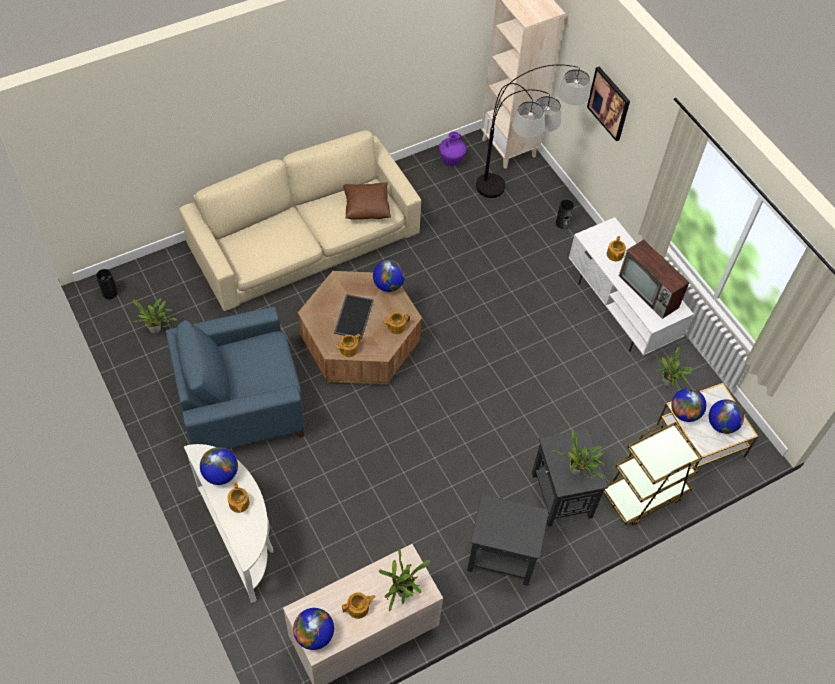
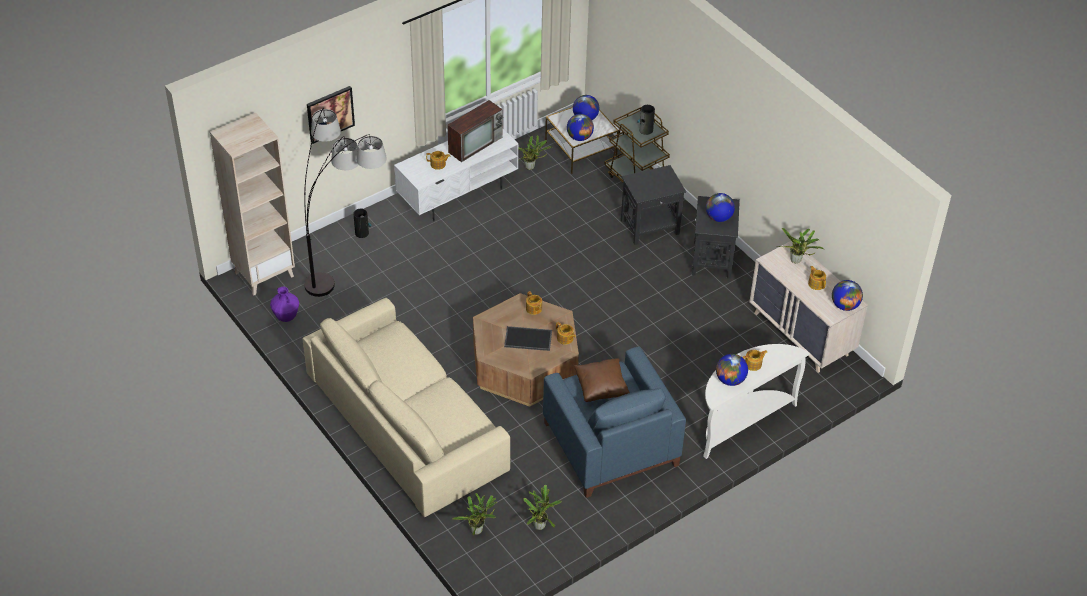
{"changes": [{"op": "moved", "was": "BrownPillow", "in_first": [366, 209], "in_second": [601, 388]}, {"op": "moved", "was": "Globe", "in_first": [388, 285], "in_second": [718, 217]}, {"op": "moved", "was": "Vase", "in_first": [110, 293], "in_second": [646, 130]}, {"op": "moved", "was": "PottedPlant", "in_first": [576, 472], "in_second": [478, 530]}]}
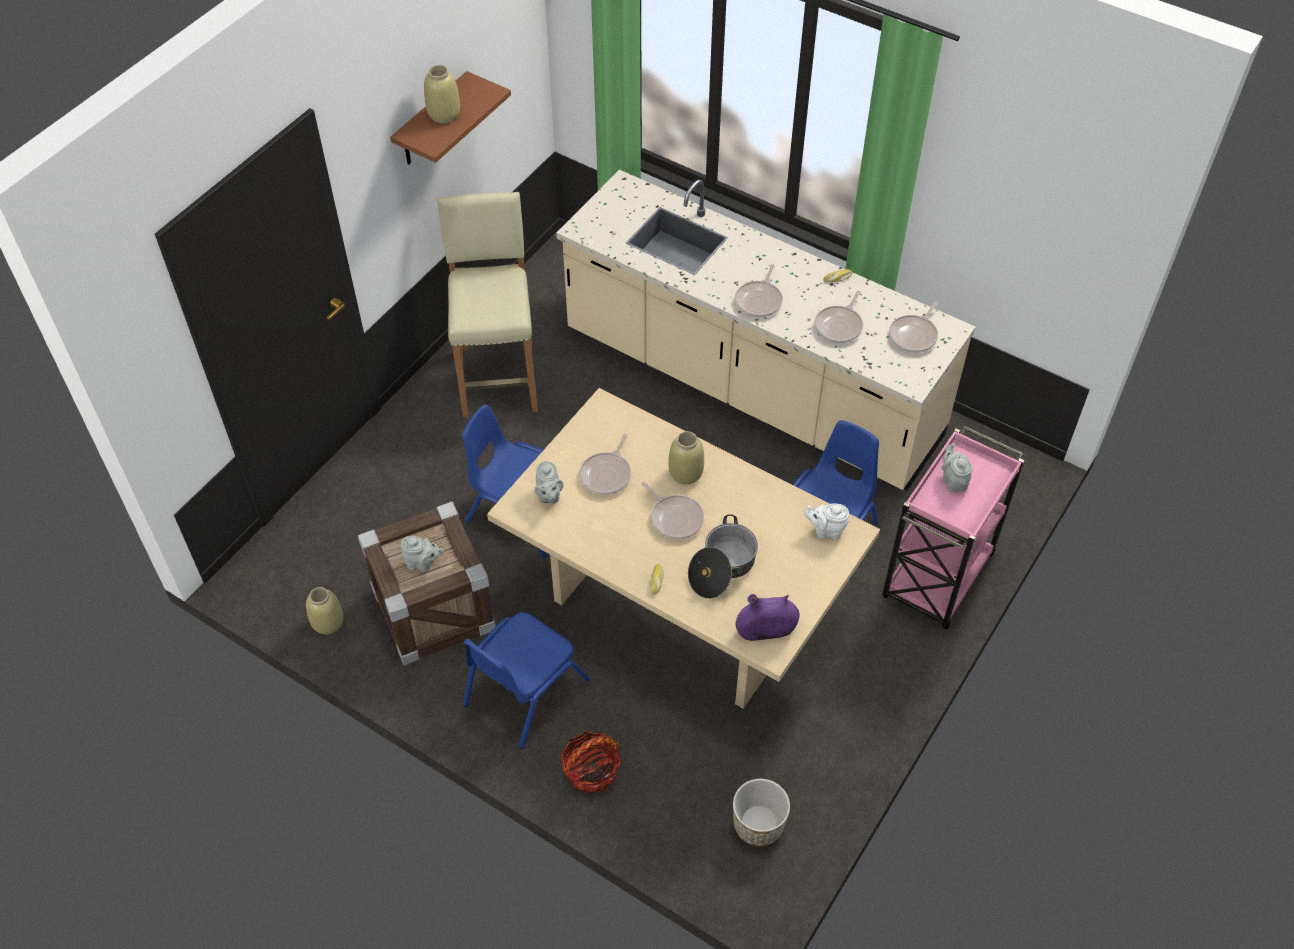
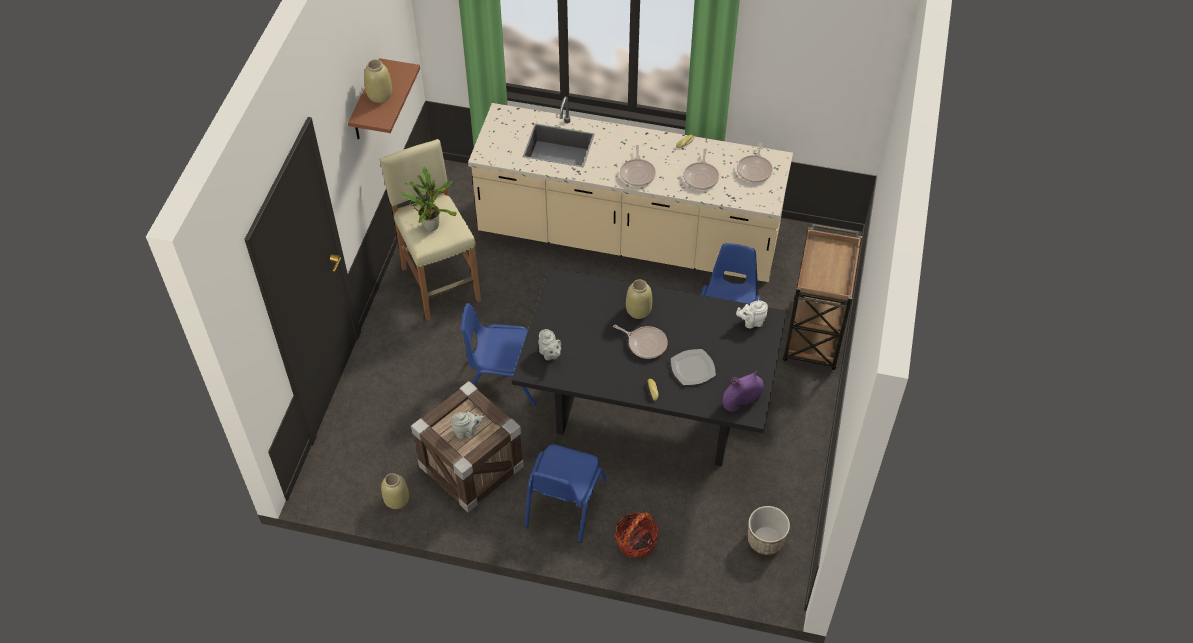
{"changes": [{"op": "recoloured", "was": "BeigeDiningTable", "now": "BlackDiningTable", "in_first": [681, 608], "in_second": [649, 411]}, {"op": "recoloured", "was": "PinkCart", "now": "BrownCart", "in_first": [937, 578], "in_second": [814, 337]}, {"op": "removed", "was": "FryingPan", "in_first": [607, 474]}, {"op": "removed", "was": "GreyTeapot", "in_first": [953, 481]}, {"op": "replaced", "was": "CookingPot", "now": "Plate", "in_first": [722, 568], "in_second": [693, 368]}, {"op": "added", "now": "PottedPlant", "in_second": [431, 224]}]}
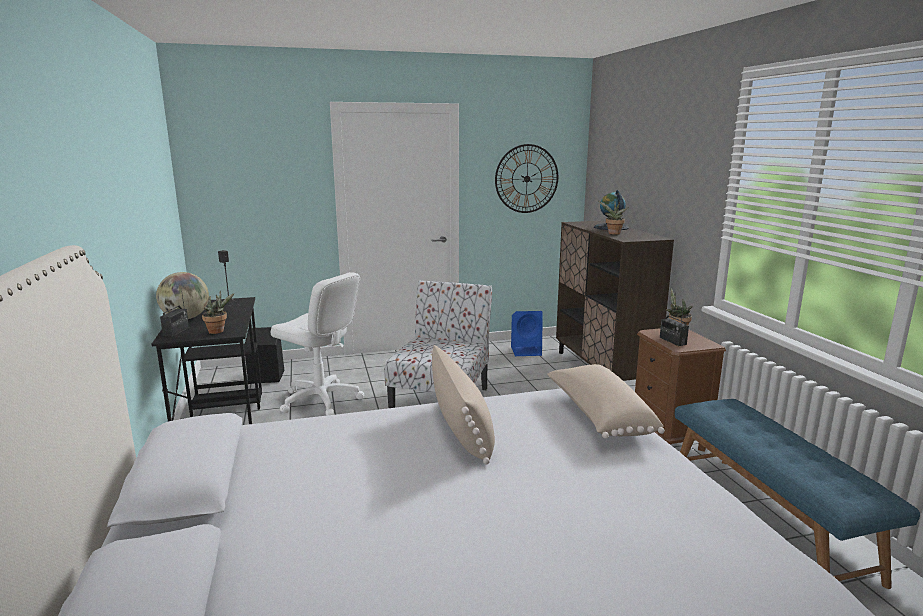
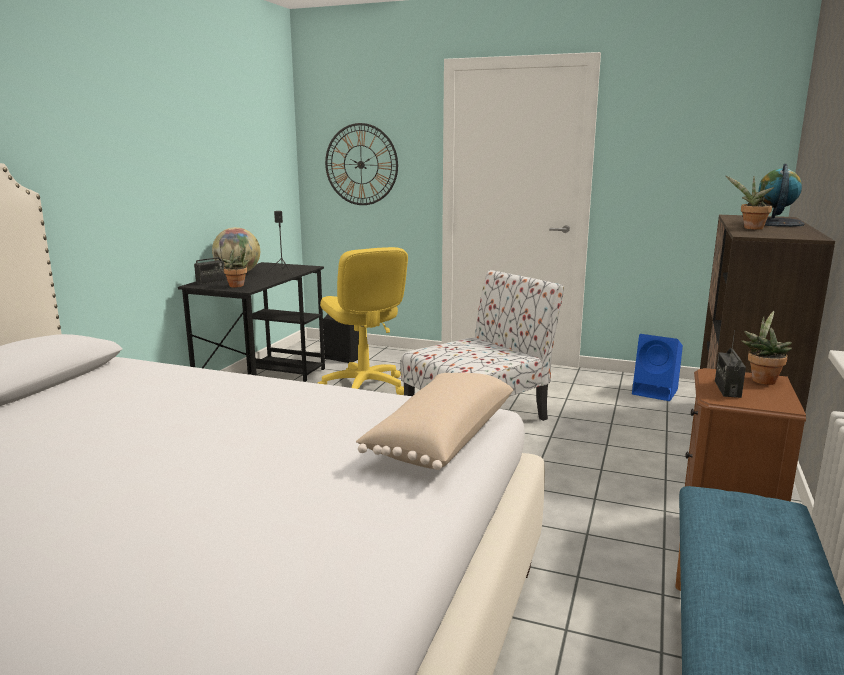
{"changes": [{"op": "moved", "was": "WallClock", "in_first": [526, 179], "in_second": [361, 164]}, {"op": "recoloured", "was": "WhiteOfficeChair", "now": "YellowOfficeChair", "in_first": [320, 400], "in_second": [364, 387]}, {"op": "removed", "was": "BeigePillow", "in_first": [461, 427]}]}
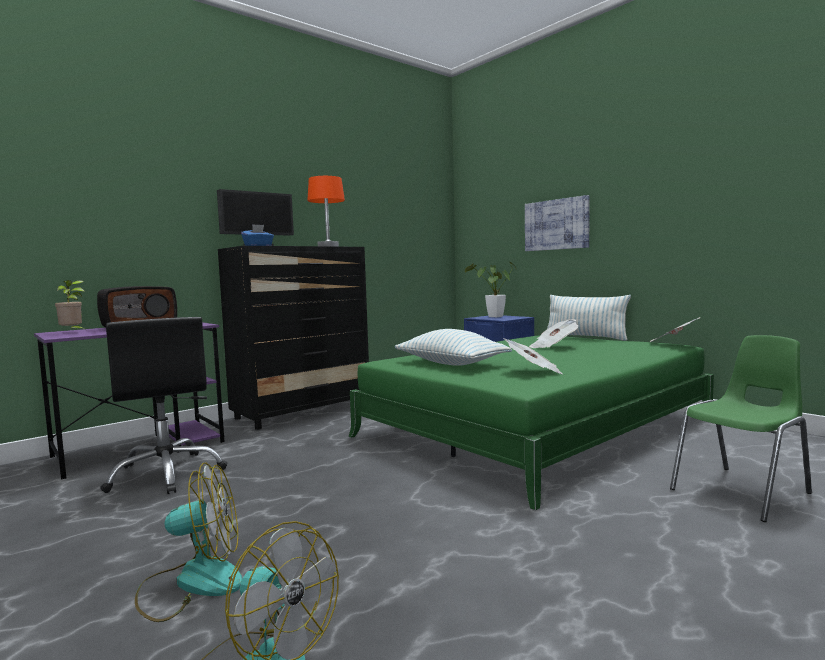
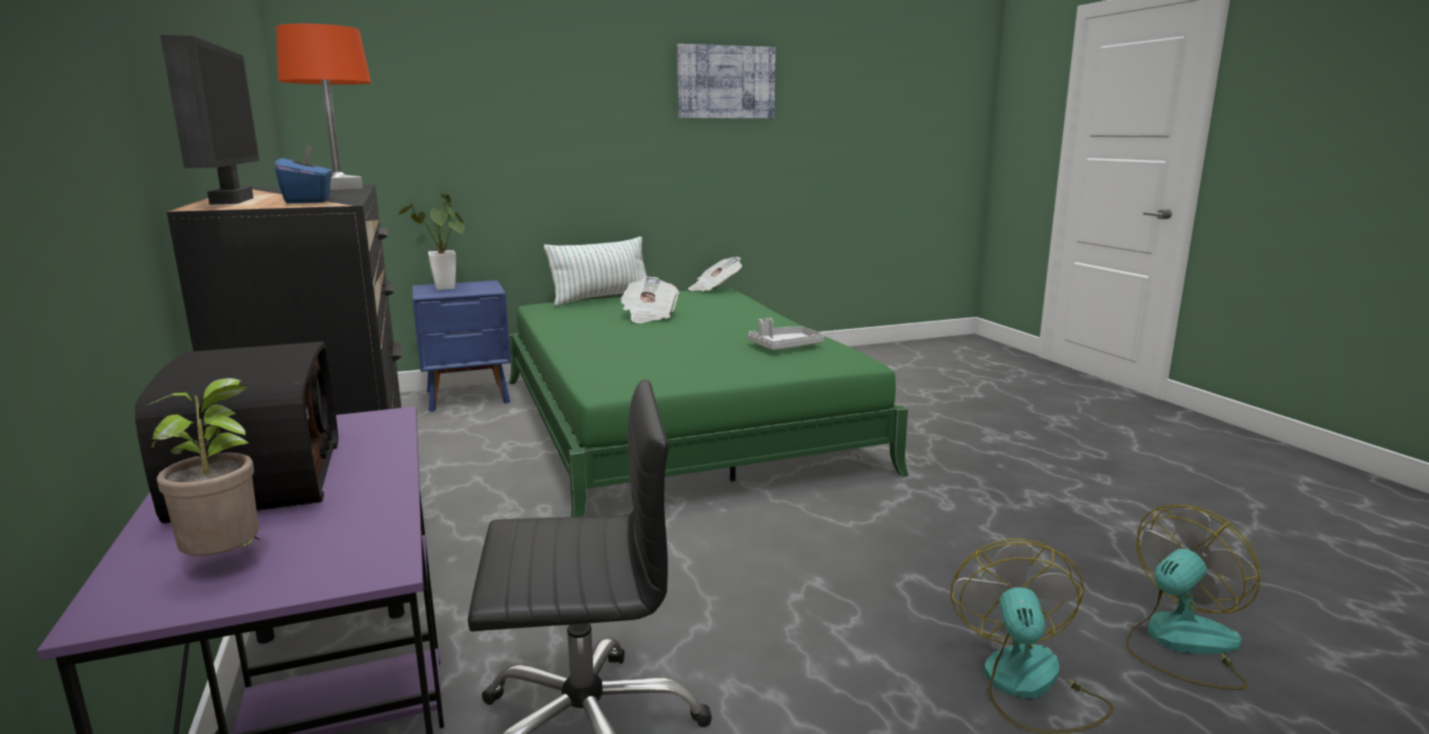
{"changes": [{"op": "moved", "was": "Picture", "in_first": [556, 224], "in_second": [726, 82]}, {"op": "removed", "was": "Pillow", "in_first": [451, 364]}, {"op": "removed", "was": "GreenChair", "in_first": [743, 492]}, {"op": "replaced", "was": "Newspaper", "now": "GreyTray", "in_first": [534, 372], "in_second": [784, 347]}]}
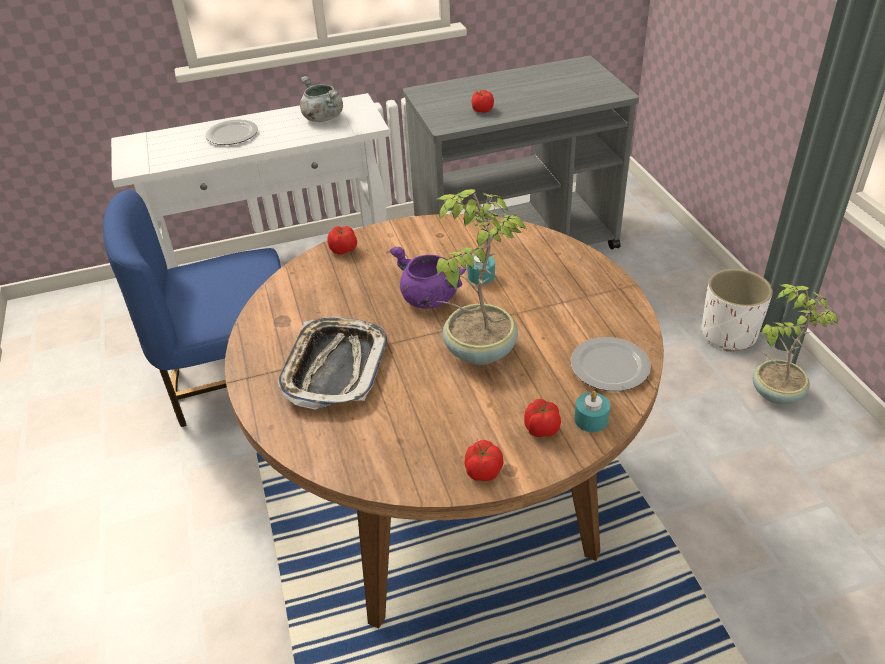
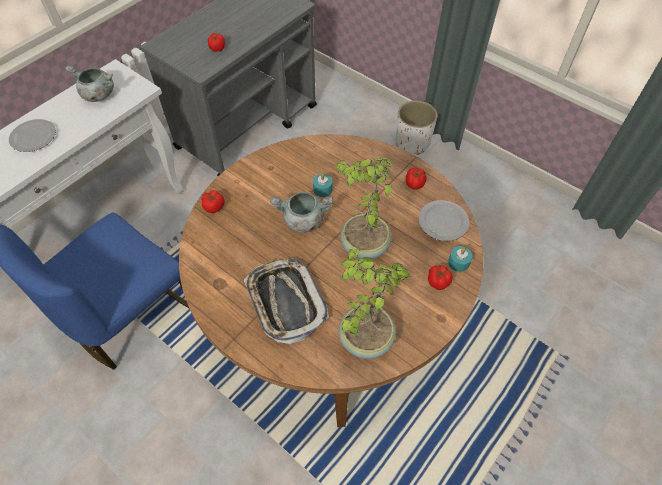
{"changes": [{"op": "recoloured", "was": "PurpleCookingPot", "now": "GreyCookingPot", "in_first": [428, 298], "in_second": [303, 221]}, {"op": "moved", "was": "PottedPlant", "in_first": [775, 393], "in_second": [364, 338]}, {"op": "moved", "was": "Tomato", "in_first": [482, 471], "in_second": [414, 184]}]}
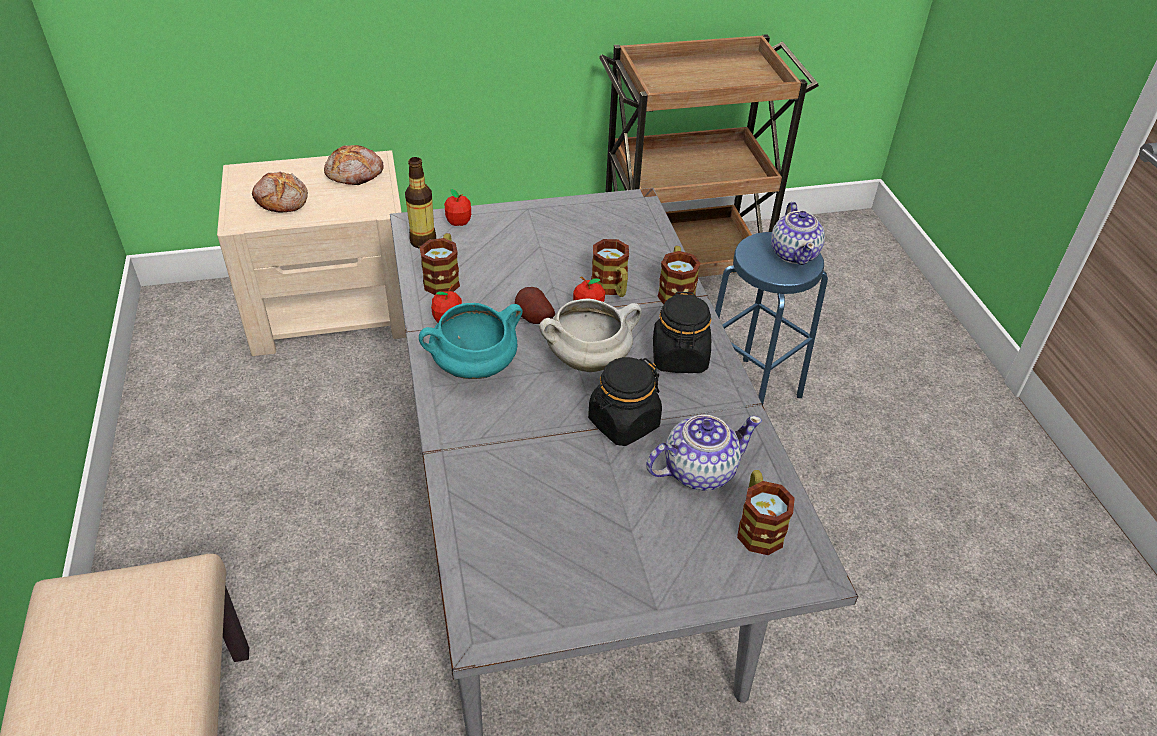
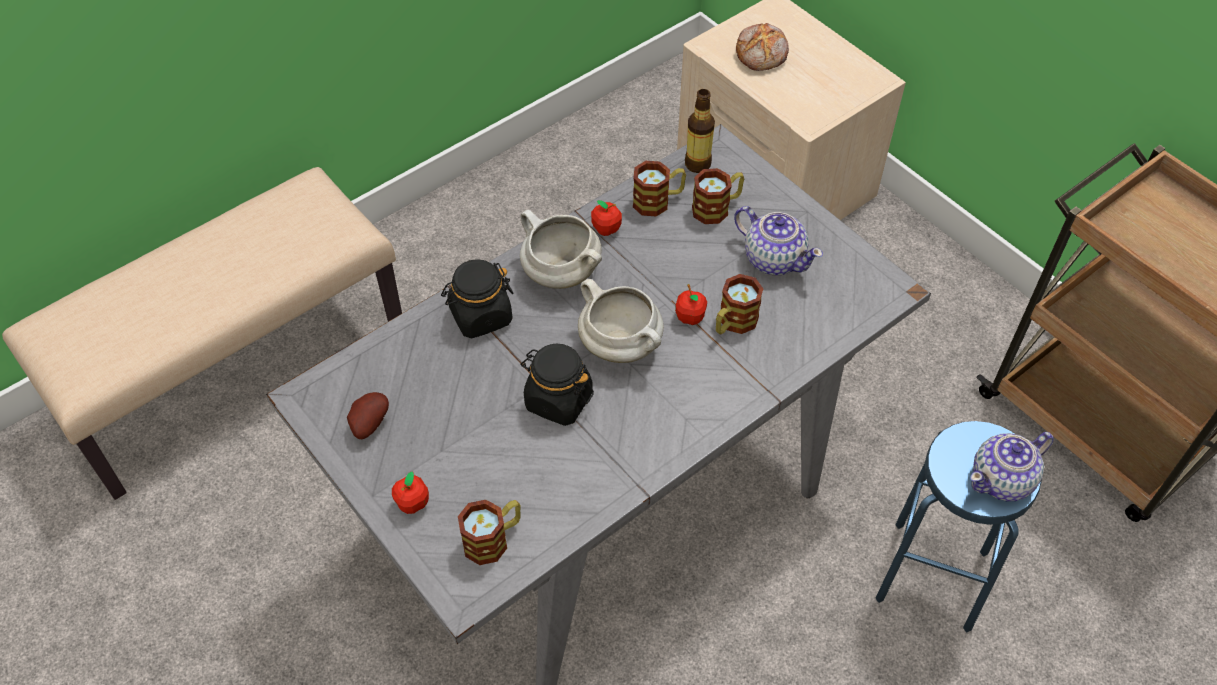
{"changes": [{"op": "removed", "was": "Bread", "in_first": [355, 173]}, {"op": "moved", "was": "Apple", "in_first": [458, 222], "in_second": [413, 503]}, {"op": "moved", "was": "Mug", "in_first": [675, 291], "in_second": [717, 208]}, {"op": "moved", "was": "Potato", "in_first": [532, 319], "in_second": [368, 423]}, {"op": "moved", "was": "BlackJar", "in_first": [679, 357], "in_second": [480, 316]}, {"op": "recoloured", "was": "TurquoiseCookingPot", "now": "WhiteCookingPot", "in_first": [473, 368], "in_second": [560, 272]}, {"op": "moved", "was": "Teapot", "in_first": [698, 470], "in_second": [773, 258]}]}
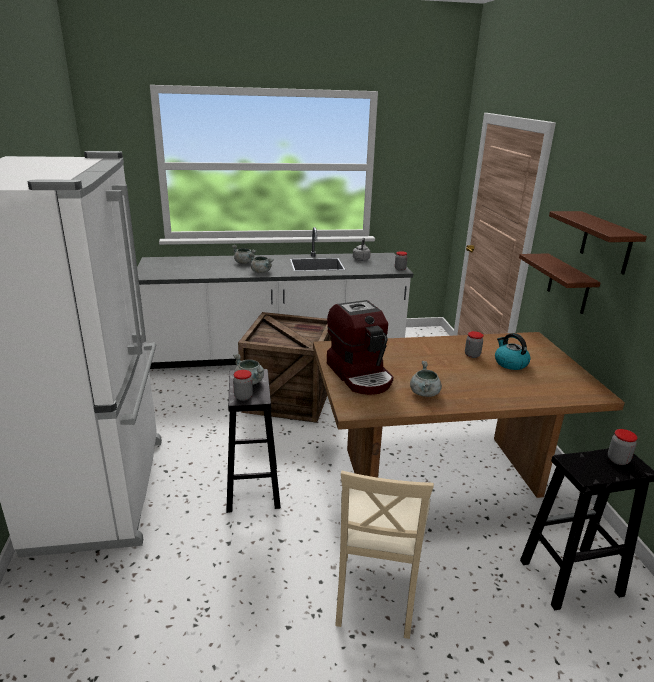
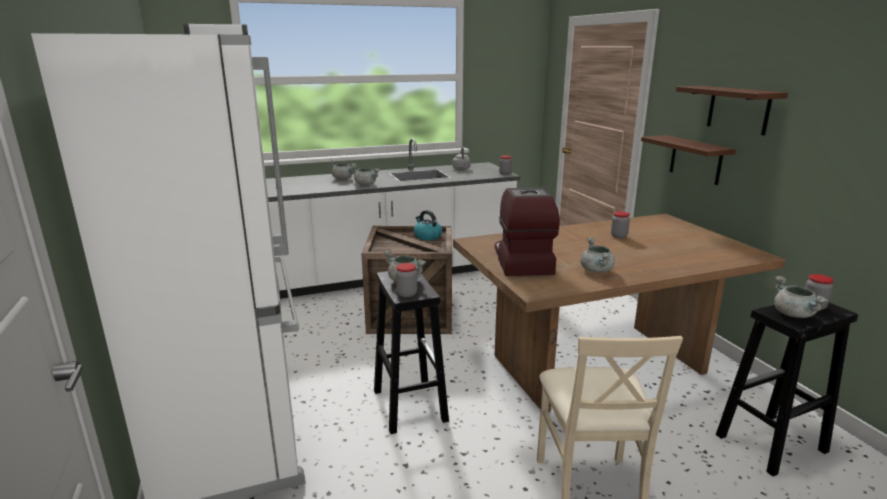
{"changes": [{"op": "turned", "was": "CoffeeMachine", "in_first": [360, 374], "in_second": [521, 261], "clockwise": -150}, {"op": "moved", "was": "Kettle", "in_first": [510, 363], "in_second": [427, 236]}, {"op": "added", "now": "GreyCookingPot", "in_second": [794, 315]}]}
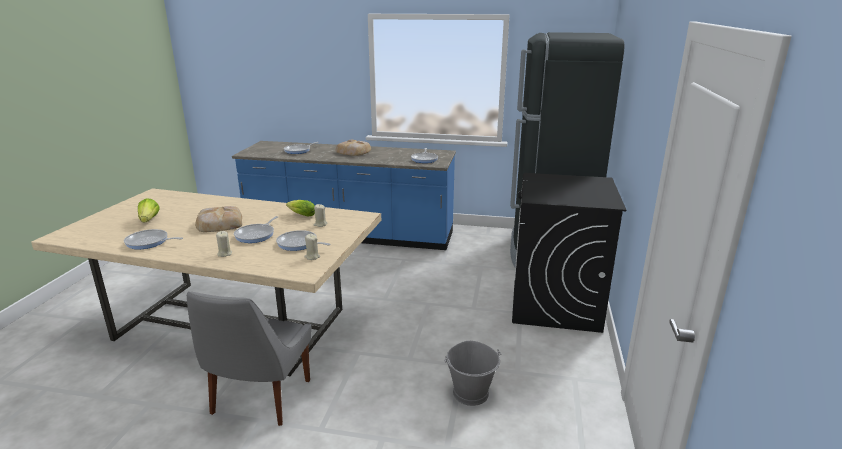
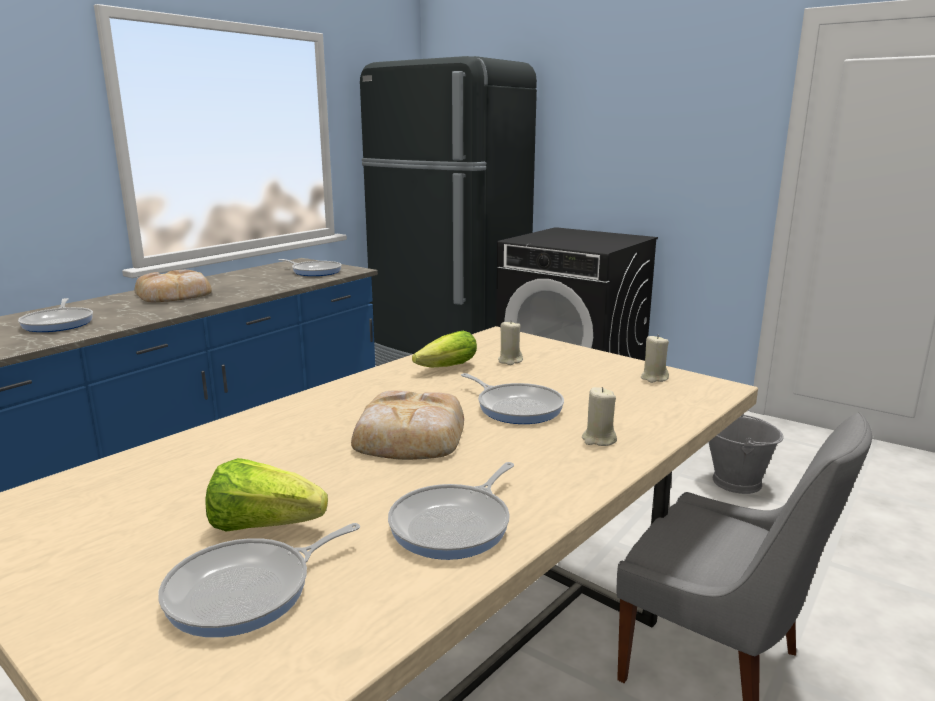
{"changes": [{"op": "moved", "was": "FryingPan", "in_first": [299, 244], "in_second": [247, 591]}]}
